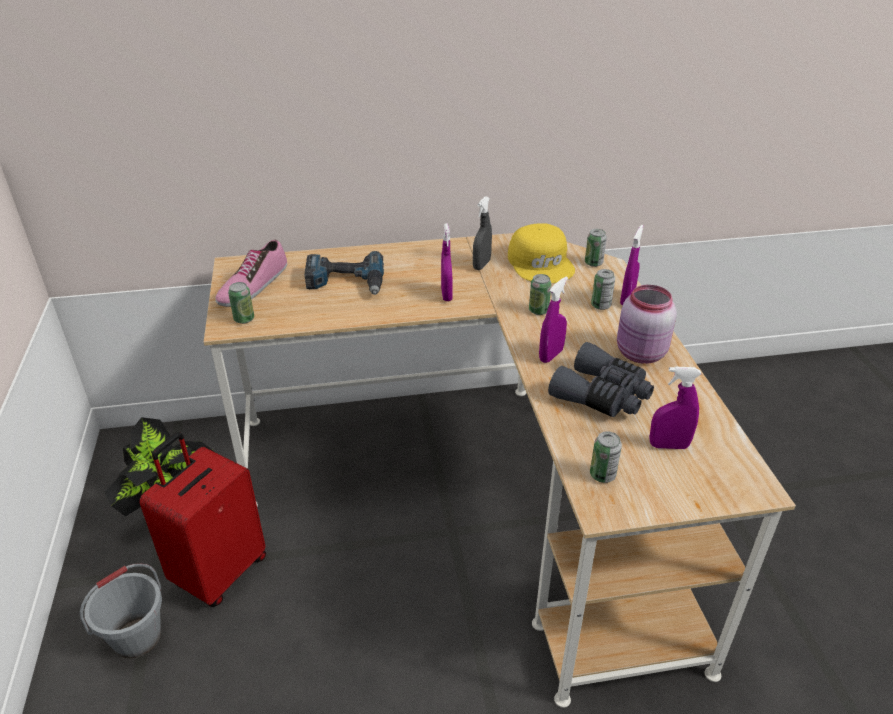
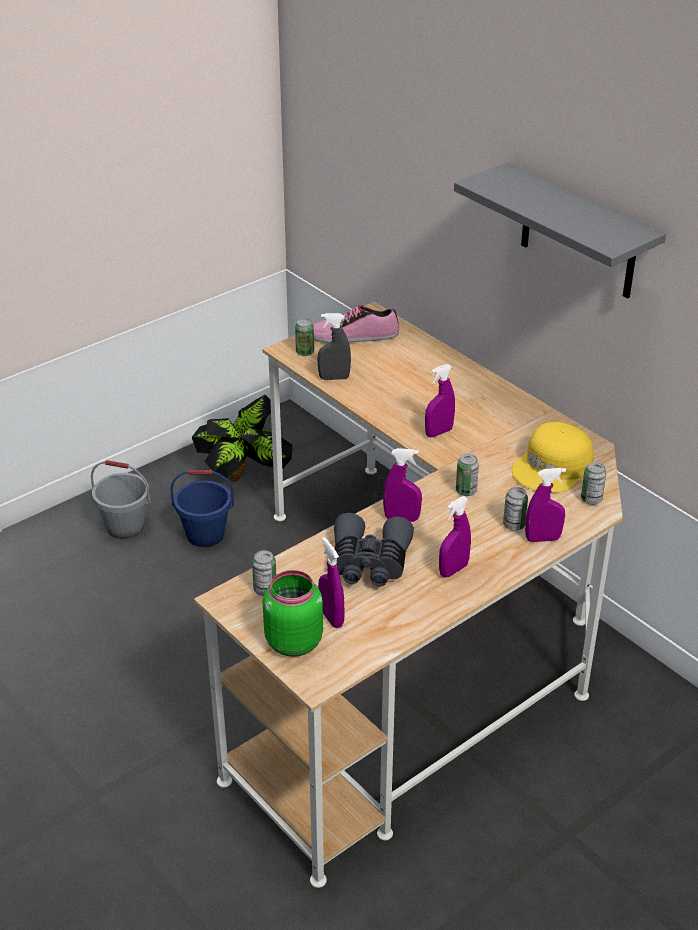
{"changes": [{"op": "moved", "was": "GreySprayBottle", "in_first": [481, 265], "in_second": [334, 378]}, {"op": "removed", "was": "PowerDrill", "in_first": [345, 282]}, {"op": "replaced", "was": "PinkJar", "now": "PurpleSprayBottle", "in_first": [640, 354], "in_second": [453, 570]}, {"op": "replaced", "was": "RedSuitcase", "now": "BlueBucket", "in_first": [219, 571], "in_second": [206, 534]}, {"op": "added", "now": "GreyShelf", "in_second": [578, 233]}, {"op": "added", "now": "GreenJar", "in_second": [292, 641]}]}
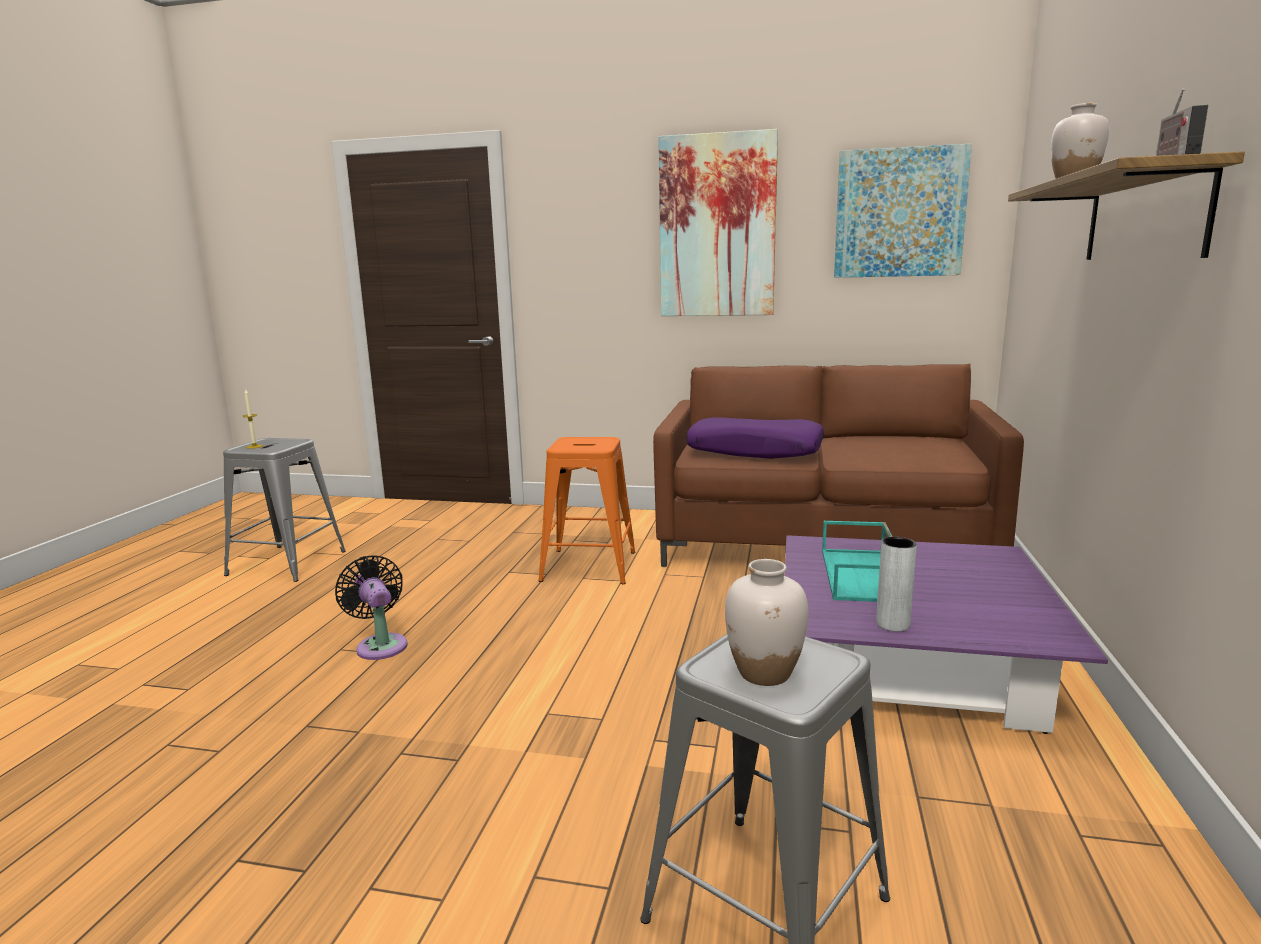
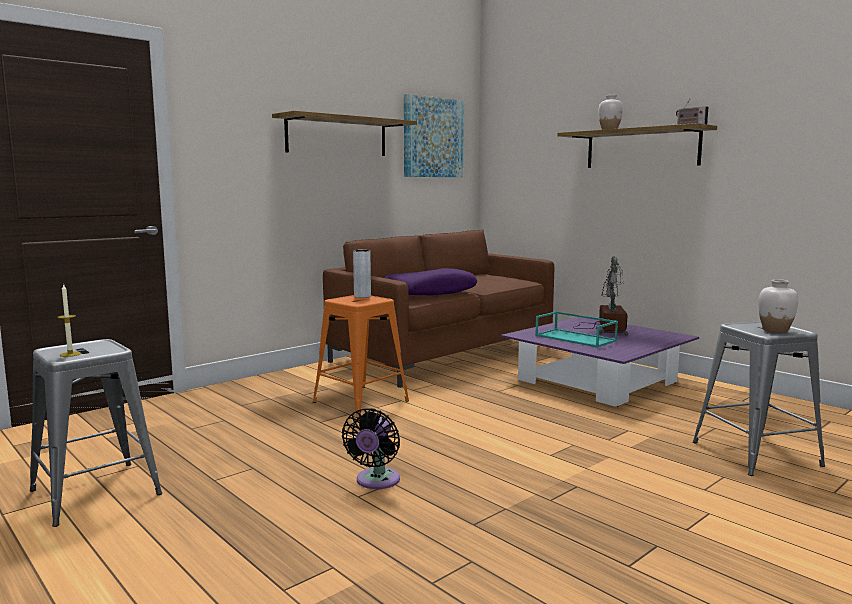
{"changes": [{"op": "replaced", "was": "Picture", "now": "Shelf", "in_first": [717, 227], "in_second": [337, 136]}, {"op": "moved", "was": "GreyVase", "in_first": [892, 624], "in_second": [362, 296]}, {"op": "turned", "was": "BlackFan", "in_first": [380, 645], "in_second": [376, 481], "clockwise": -75}, {"op": "added", "now": "TableLamp", "in_second": [606, 330]}]}
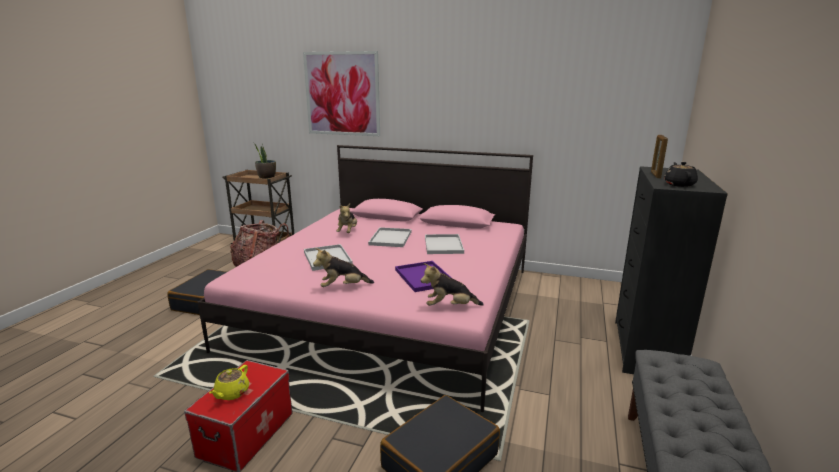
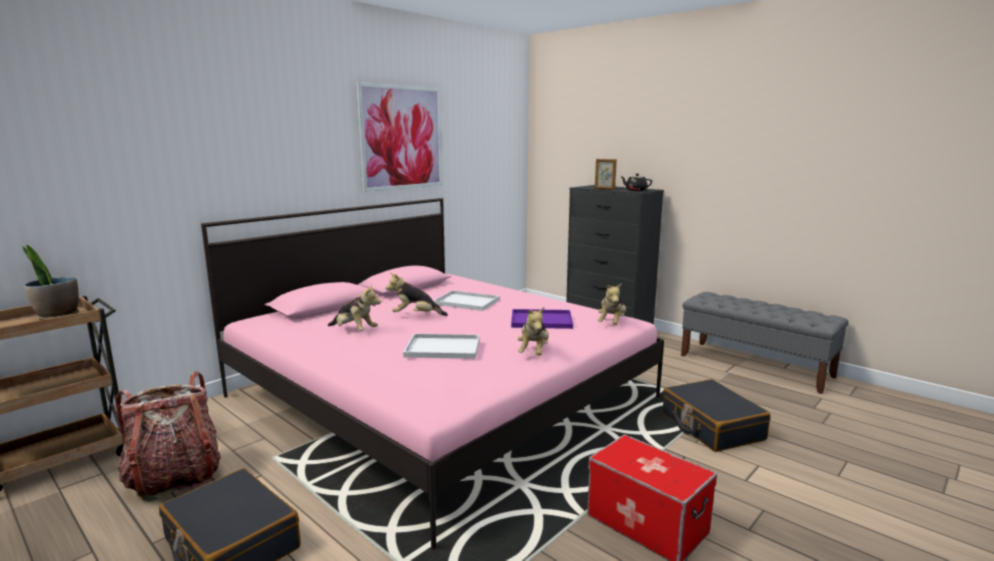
{"changes": [{"op": "moved", "was": "Picture", "in_first": [342, 94], "in_second": [402, 138]}, {"op": "replaced", "was": "WhiteTray", "now": "PlushToy", "in_first": [391, 238], "in_second": [416, 316]}, {"op": "removed", "was": "YellowTeapot", "in_first": [231, 393]}]}
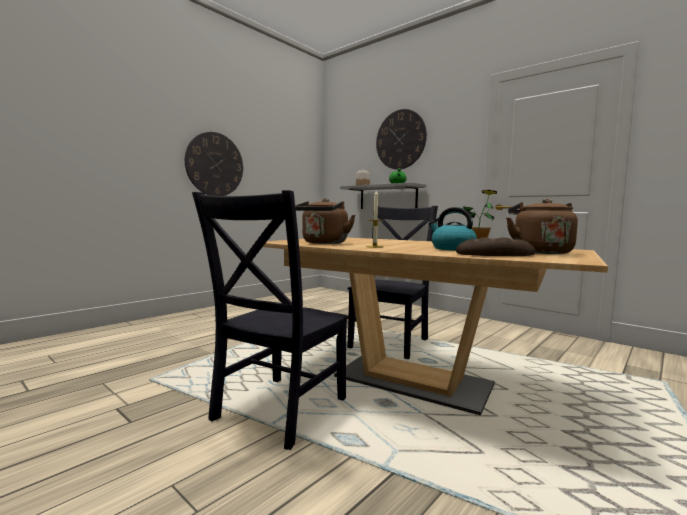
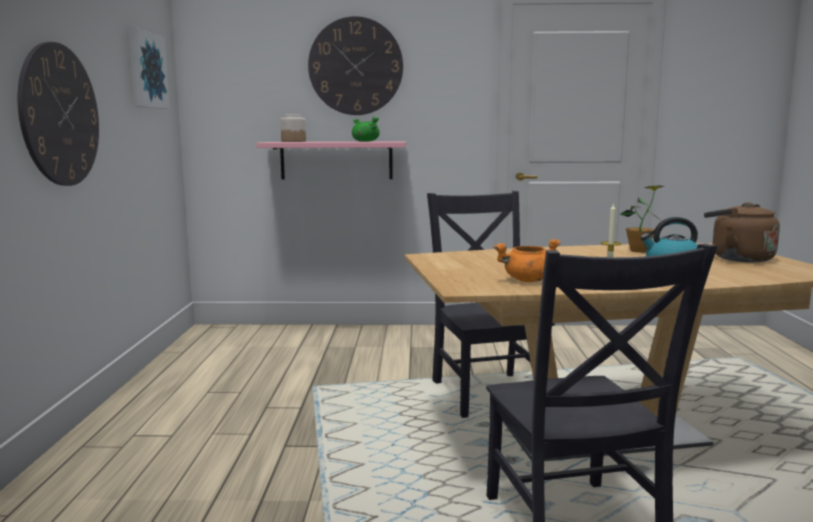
{"changes": [{"op": "recoloured", "was": "GreyShelf", "now": "PinkShelf", "in_first": [388, 197], "in_second": [336, 160]}, {"op": "replaced", "was": "BrownKettle", "now": "OrangeCookingPot", "in_first": [323, 243], "in_second": [527, 280]}, {"op": "removed", "was": "Bread", "in_first": [495, 255]}, {"op": "added", "now": "Picture", "in_second": [146, 70]}]}
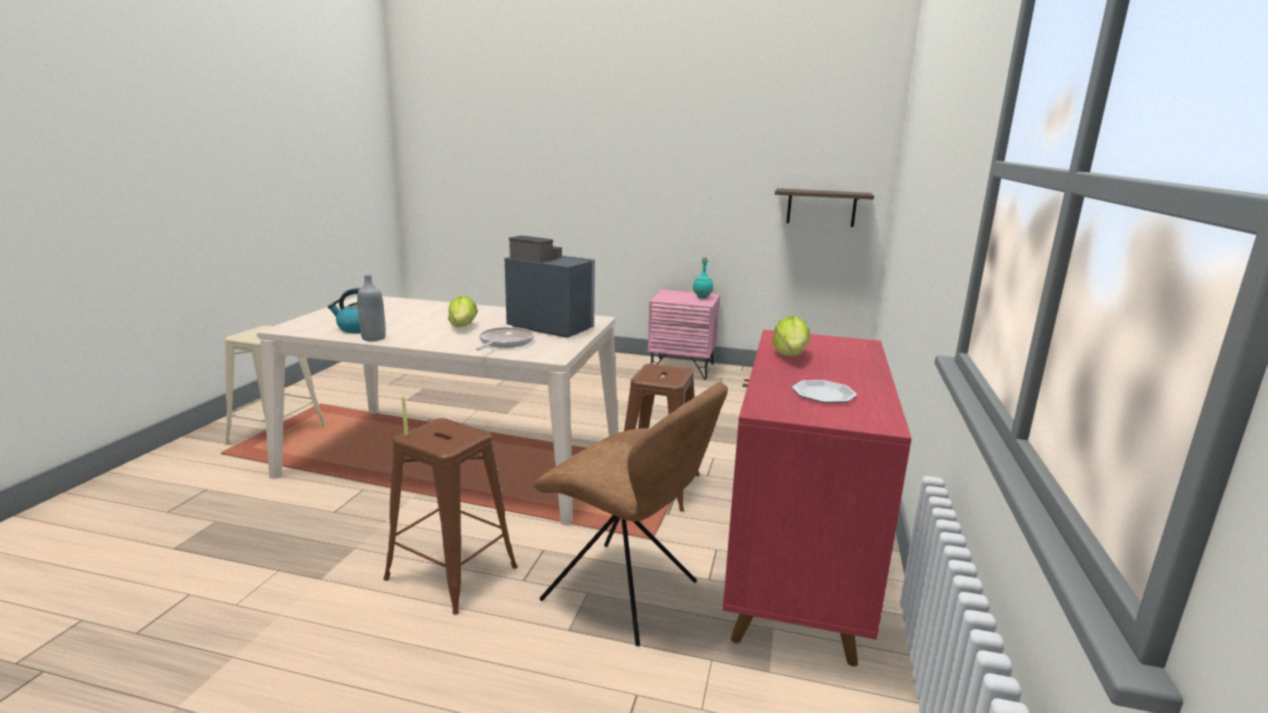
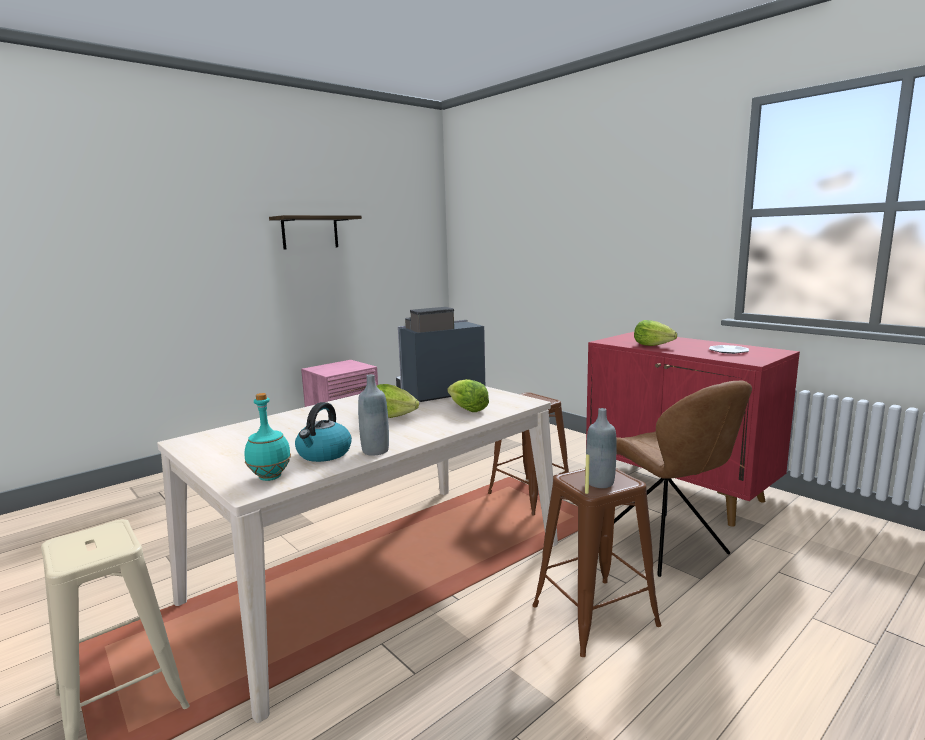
{"changes": [{"op": "moved", "was": "Shelf", "in_first": [821, 207], "in_second": [310, 232]}, {"op": "moved", "was": "TurquoiseBottle", "in_first": [702, 298], "in_second": [270, 477]}, {"op": "replaced", "was": "FryingPan", "now": "Lettuce", "in_first": [504, 343], "in_second": [468, 410]}, {"op": "turned", "was": "BrownChair", "in_first": [625, 593], "in_second": [665, 546], "clockwise": 90}, {"op": "added", "now": "GreyBottle", "in_second": [600, 483]}]}
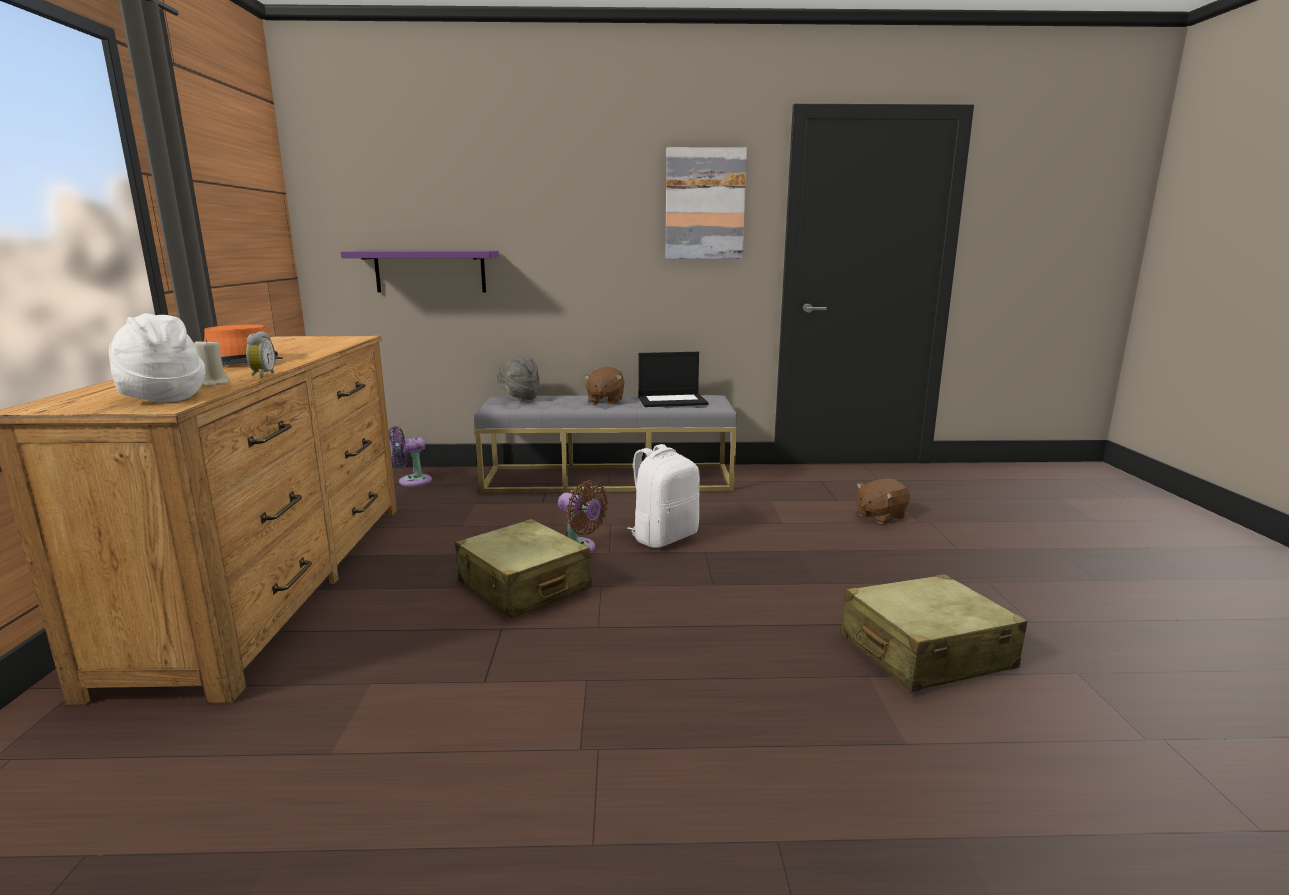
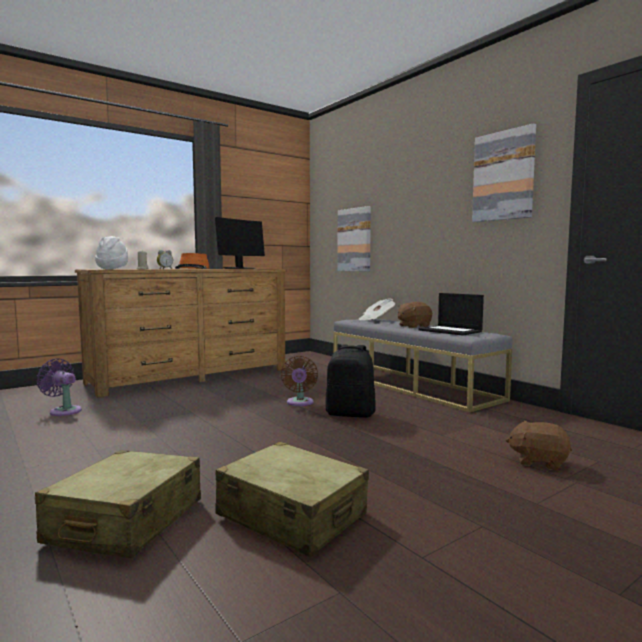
{"changes": [{"op": "replaced", "was": "PurpleShelf", "now": "Picture", "in_first": [430, 271], "in_second": [354, 240]}, {"op": "replaced", "was": "GreyHat", "now": "Newspaper", "in_first": [519, 398], "in_second": [376, 319]}, {"op": "moved", "was": "PurpleFan", "in_first": [411, 481], "in_second": [63, 411]}, {"op": "recoloured", "was": "WhiteBackpack", "now": "BlackBackpack", "in_first": [664, 537], "in_second": [350, 414]}, {"op": "moved", "was": "BeigeSuitcase", "in_first": [524, 586], "in_second": [125, 522]}, {"op": "added", "now": "Monitor", "in_second": [239, 268]}]}
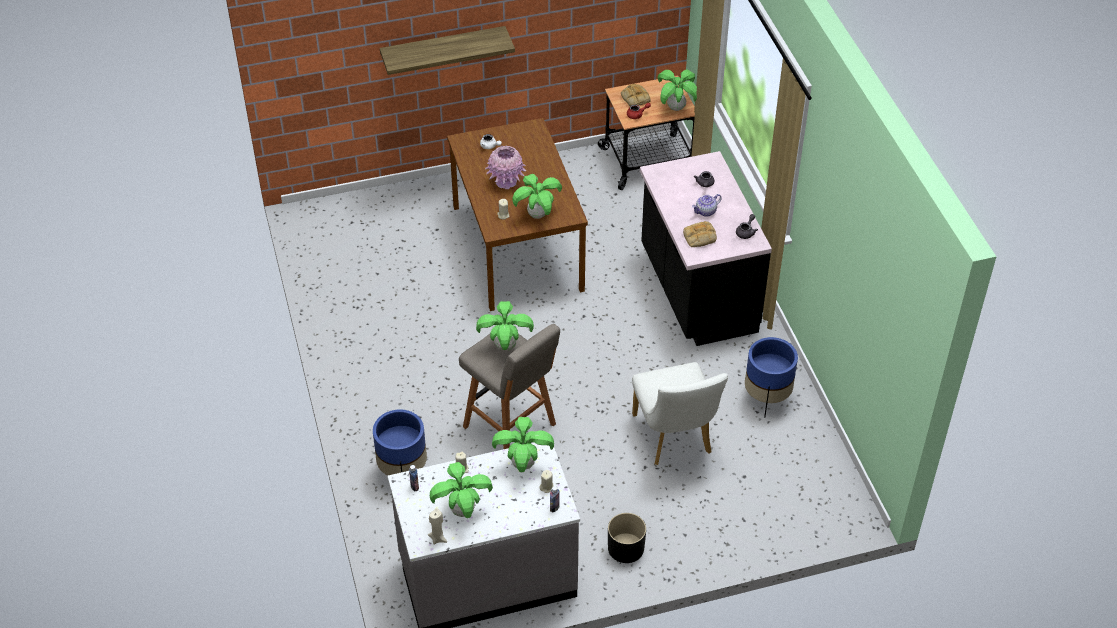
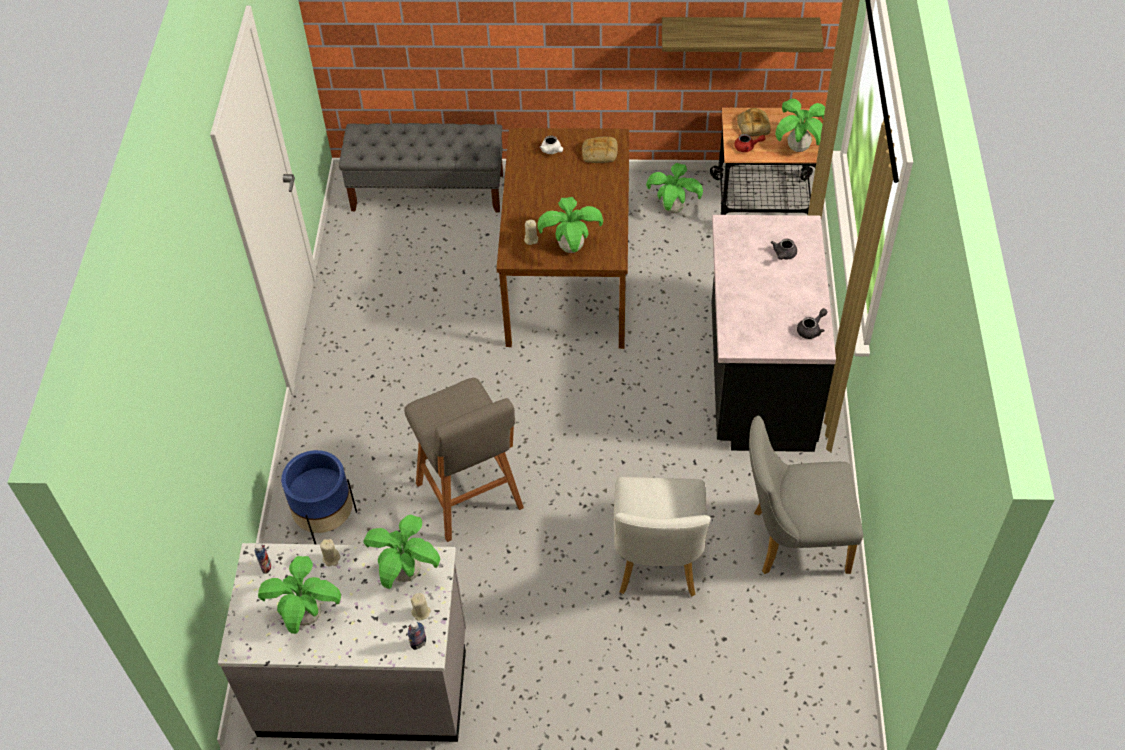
{"changes": [{"op": "moved", "was": "Shelf", "in_first": [443, 49], "in_second": [739, 32]}, {"op": "removed", "was": "PinkVase", "in_first": [506, 182]}, {"op": "removed", "was": "Teapot", "in_first": [706, 212]}, {"op": "moved", "was": "Bread", "in_first": [699, 237], "in_second": [599, 153]}, {"op": "moved", "was": "PottedPlant", "in_first": [505, 346], "in_second": [673, 209]}, {"op": "replaced", "was": "BluePlanter", "now": "GreyChair", "in_first": [767, 398], "in_second": [792, 541]}, {"op": "removed", "was": "BeigeCandle", "in_first": [438, 538]}, {"op": "removed", "was": "BlackPlanter", "in_first": [626, 548]}, {"op": "added", "now": "GreyBench", "in_second": [428, 192]}]}
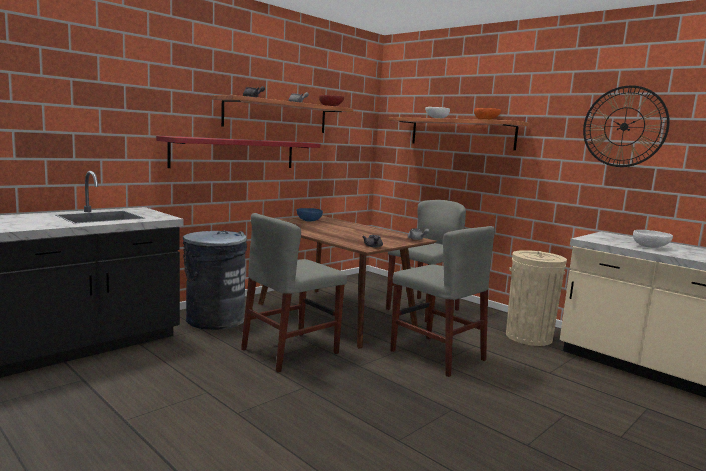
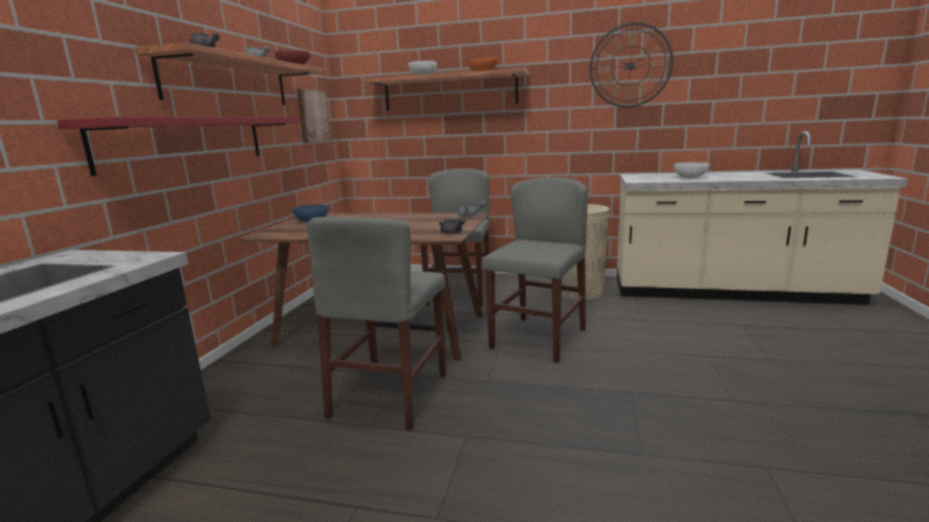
{"changes": [{"op": "turned", "was": "GreyChair", "in_first": [437, 355], "in_second": [538, 338], "clockwise": -75}, {"op": "removed", "was": "GreyTrashCan", "in_first": [214, 319]}, {"op": "added", "now": "Picture", "in_second": [313, 116]}]}
